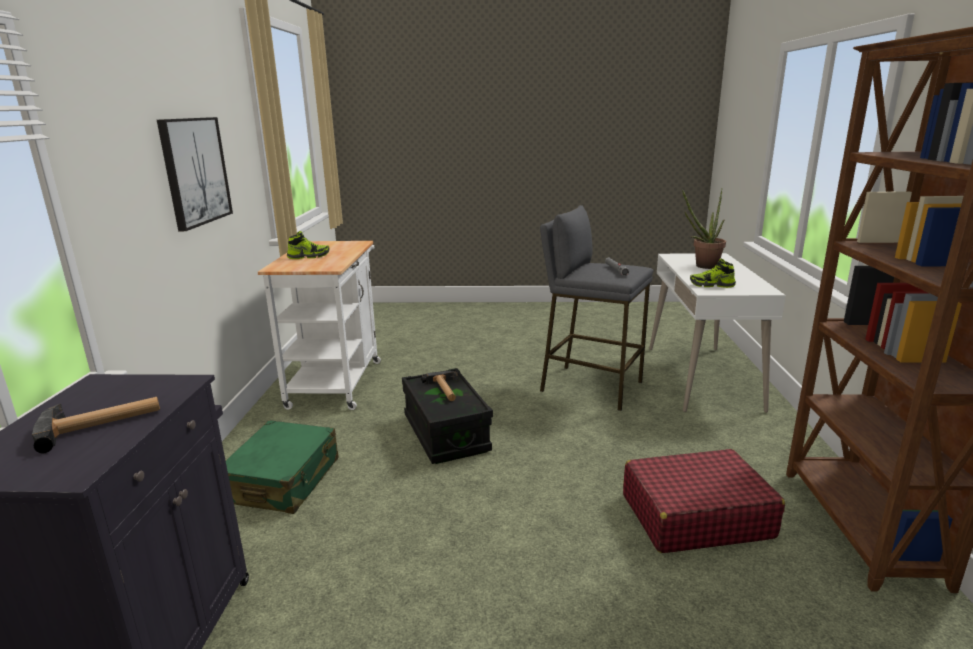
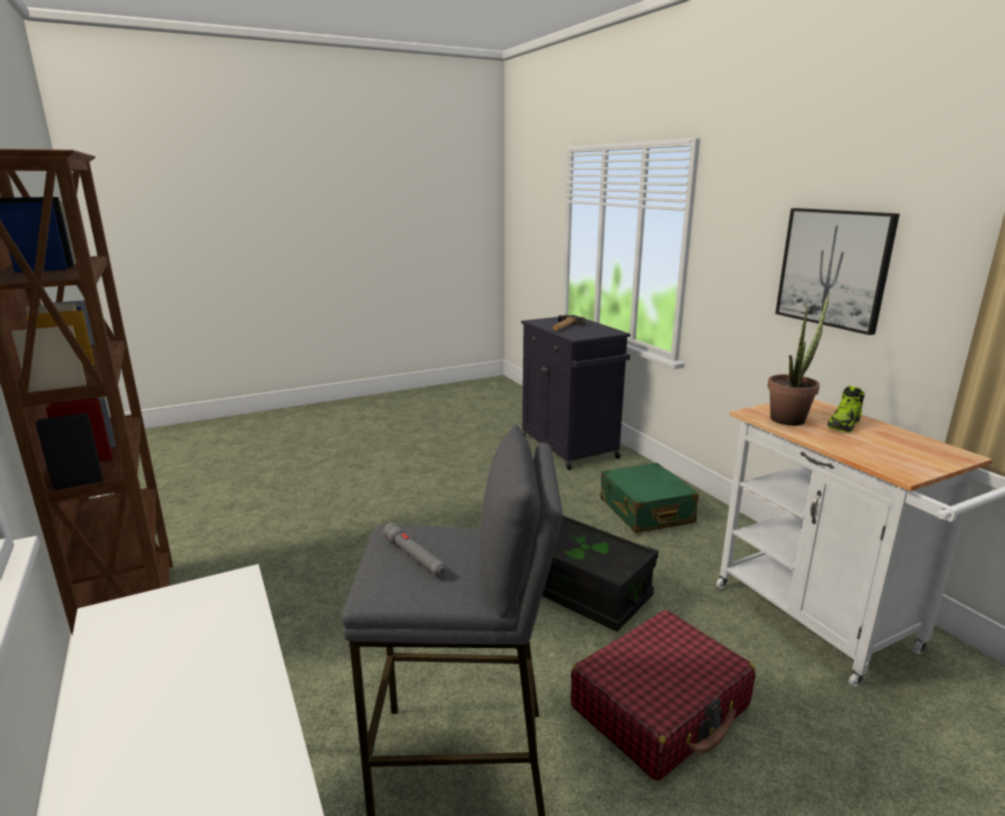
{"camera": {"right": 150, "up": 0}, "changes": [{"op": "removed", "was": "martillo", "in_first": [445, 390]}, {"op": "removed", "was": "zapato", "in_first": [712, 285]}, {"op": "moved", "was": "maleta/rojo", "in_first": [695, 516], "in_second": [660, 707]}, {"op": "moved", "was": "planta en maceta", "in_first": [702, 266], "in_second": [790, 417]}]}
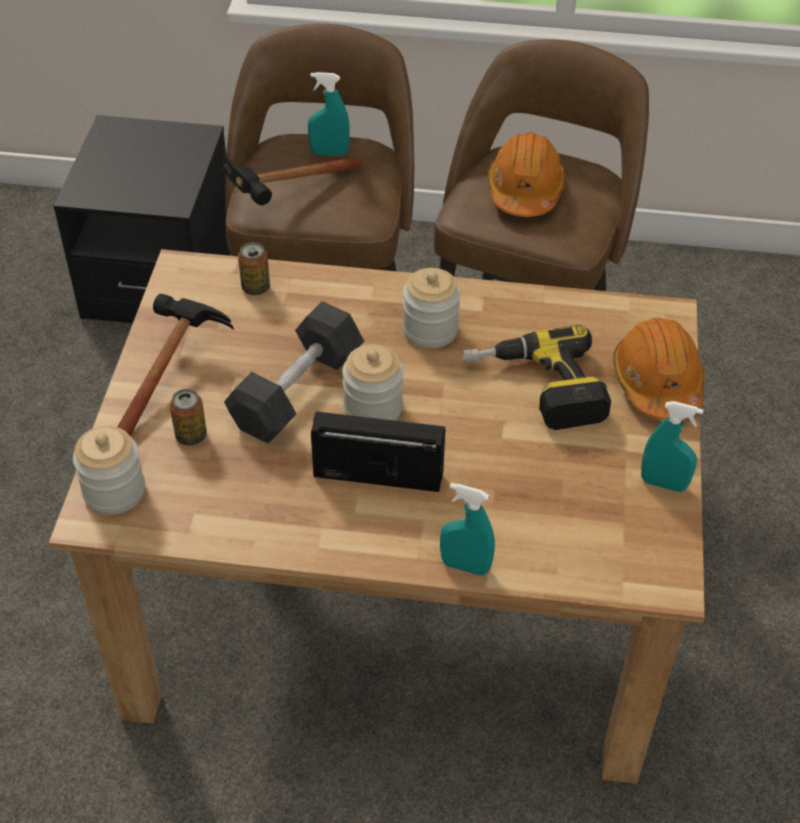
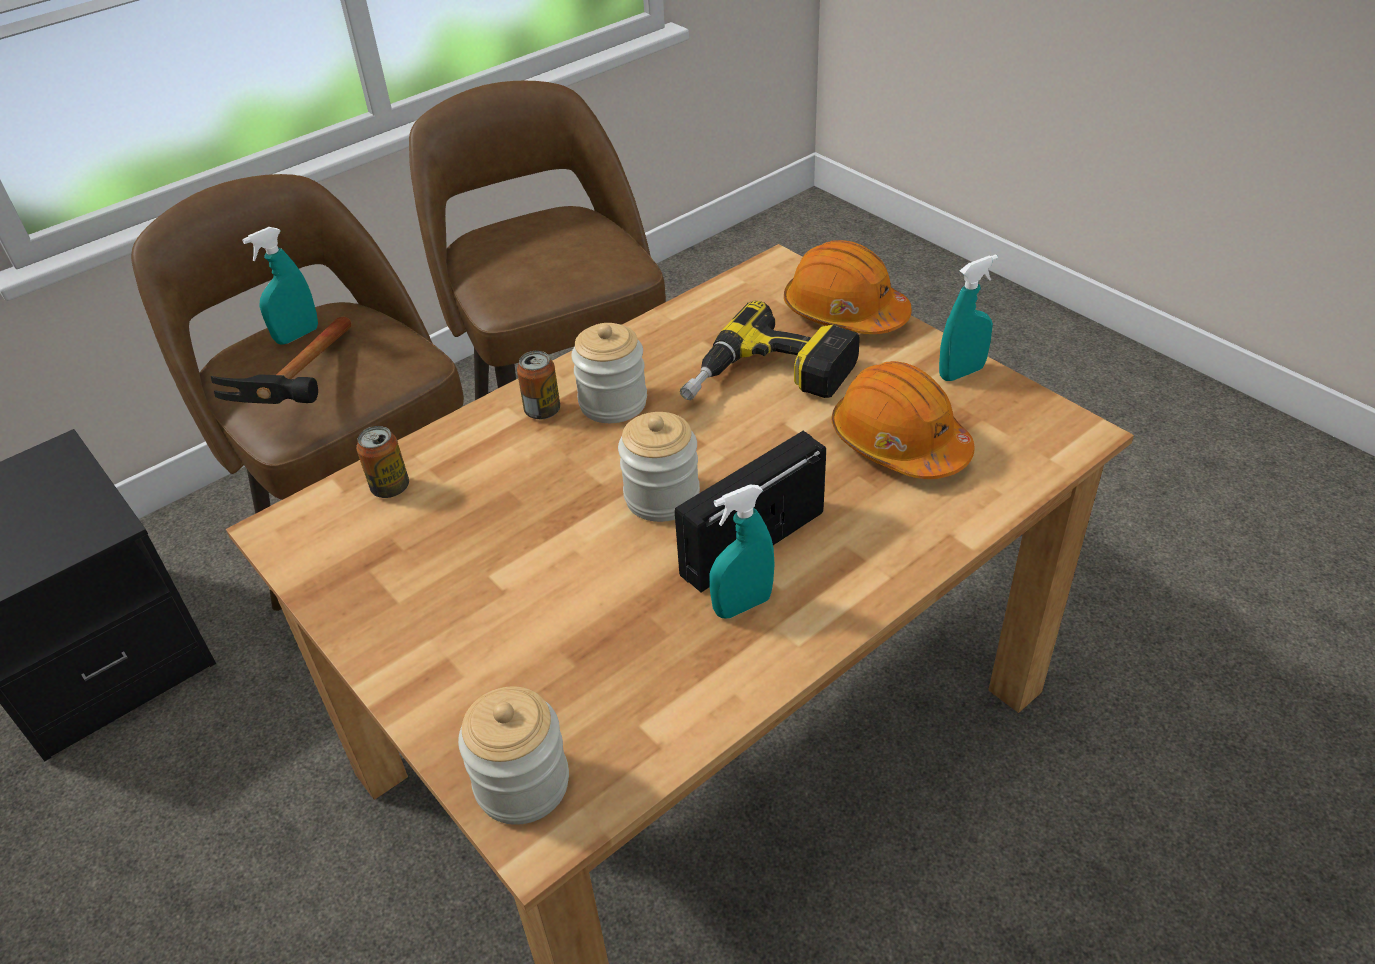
{"camera": {"right": -45, "up": -5}, "changes": [{"op": "removed", "was": "martillo", "in_first": [172, 375]}, {"op": "removed", "was": "mancuerna/negro", "in_first": [297, 391]}, {"op": "moved", "was": "lata", "in_first": [191, 436], "in_second": [542, 411]}, {"op": "moved", "was": "pulverizador/turquesa", "in_first": [465, 566], "in_second": [742, 605]}, {"op": "moved", "was": "casco/naranja", "in_first": [525, 190], "in_second": [898, 443]}]}
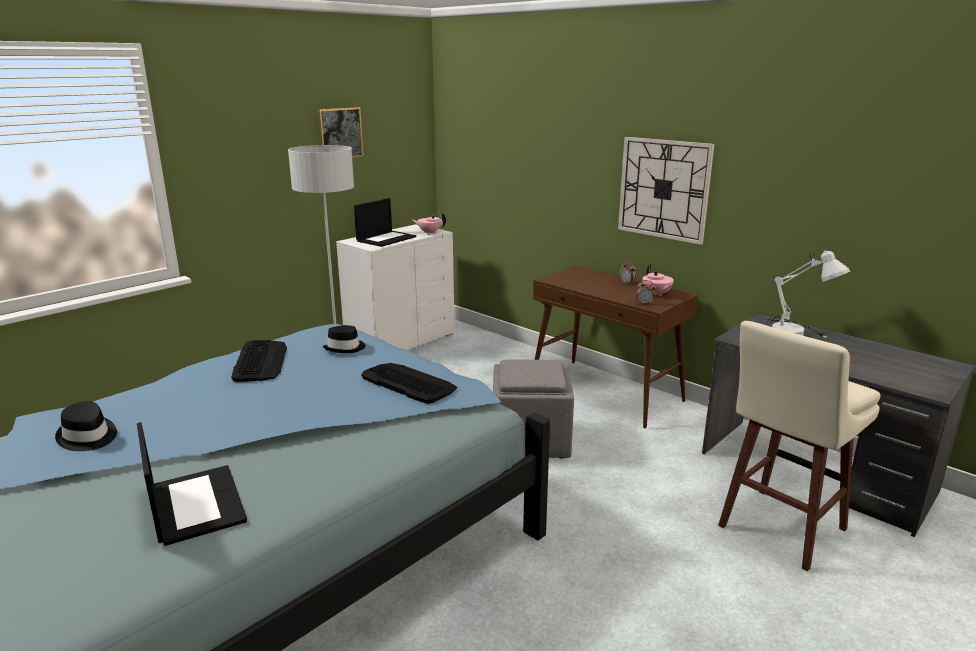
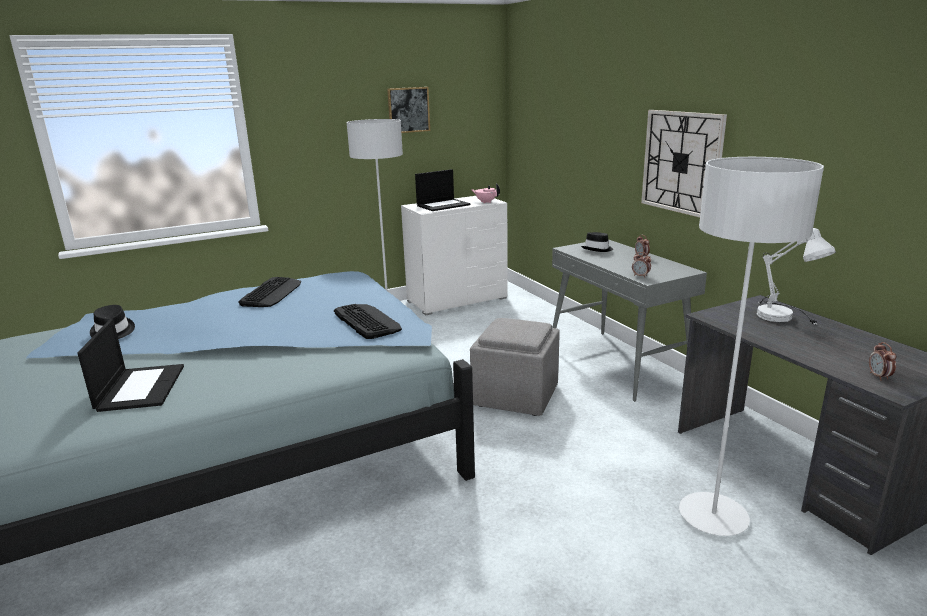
{"camera": {"right": 20, "up": 0}, "changes": [{"op": "removed", "was": "tetera/rosa", "in_first": [656, 294]}, {"op": "added", "now": "despertador", "in_second": [879, 377]}, {"op": "moved", "was": "sombrero/negro", "in_first": [345, 348], "in_second": [598, 249]}, {"op": "replaced", "was": "taburete/beis", "now": "lámpara de pie/gris", "in_first": [779, 529], "in_second": [713, 516]}, {"op": "recoloured", "was": "mesa consola/marrón", "now": "mesa consola/gris", "in_first": [606, 392], "in_second": [617, 364]}]}
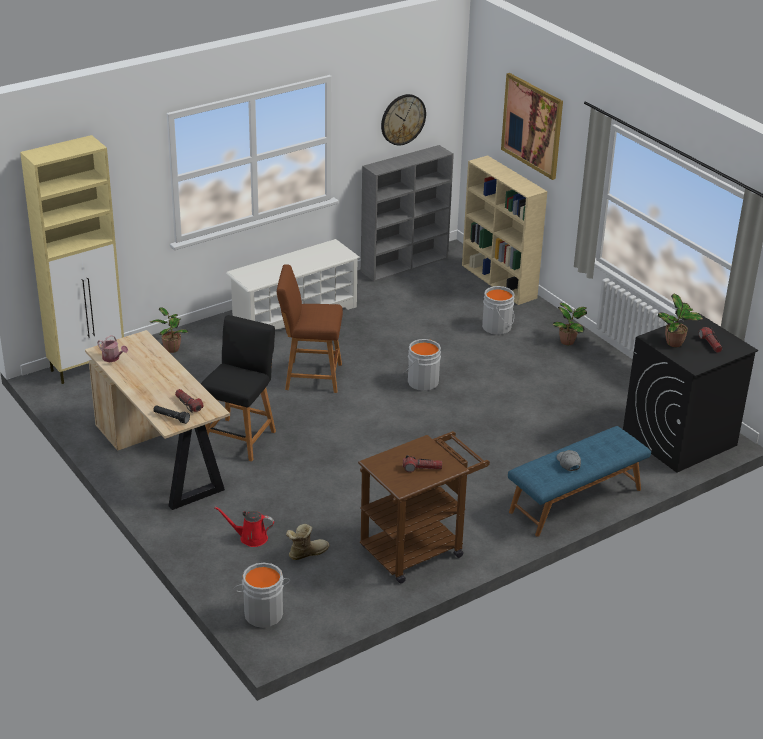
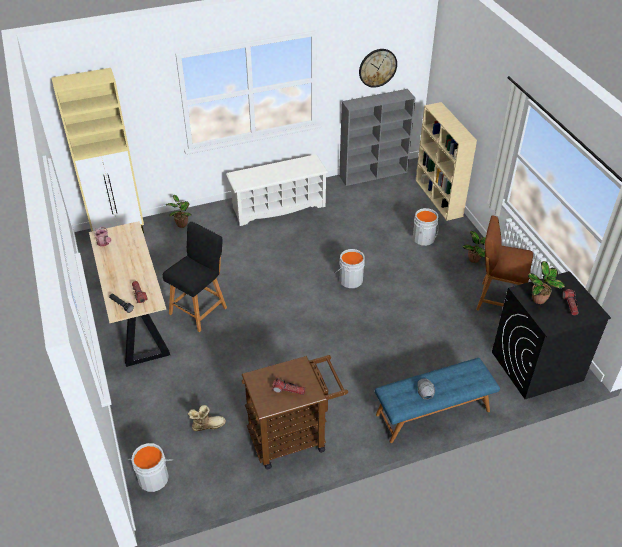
{"camera": {"right": 15, "up": 10}, "changes": [{"op": "removed", "was": "regadera/rojo", "in_first": [250, 538]}, {"op": "removed", "was": "cuadro", "in_first": [532, 125]}, {"op": "moved", "was": "taburete/marrón", "in_first": [310, 376], "in_second": [496, 299]}]}
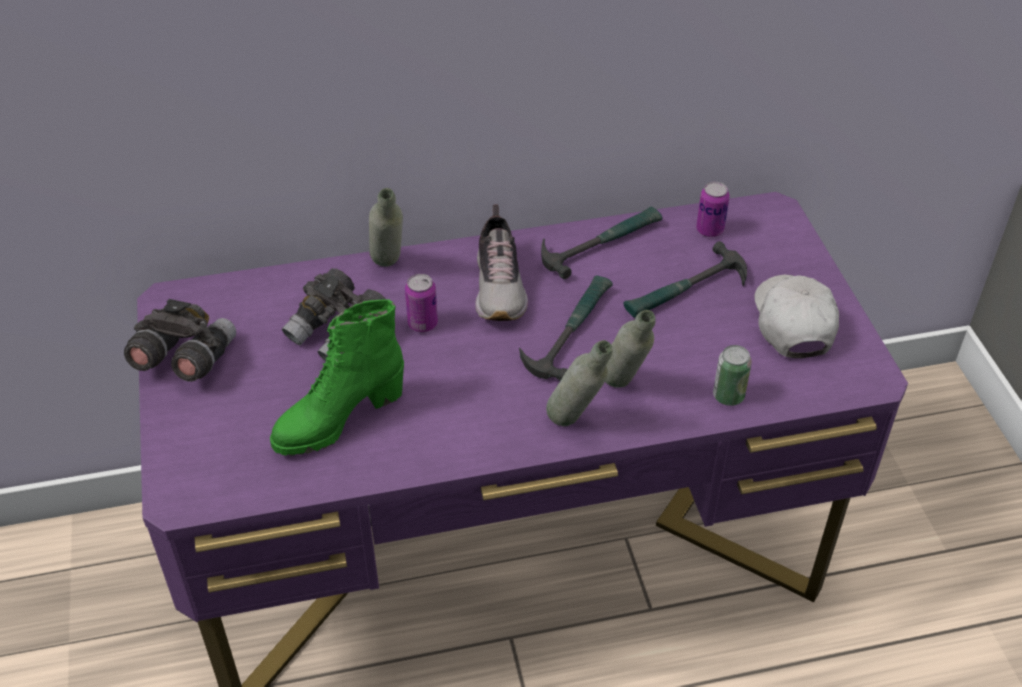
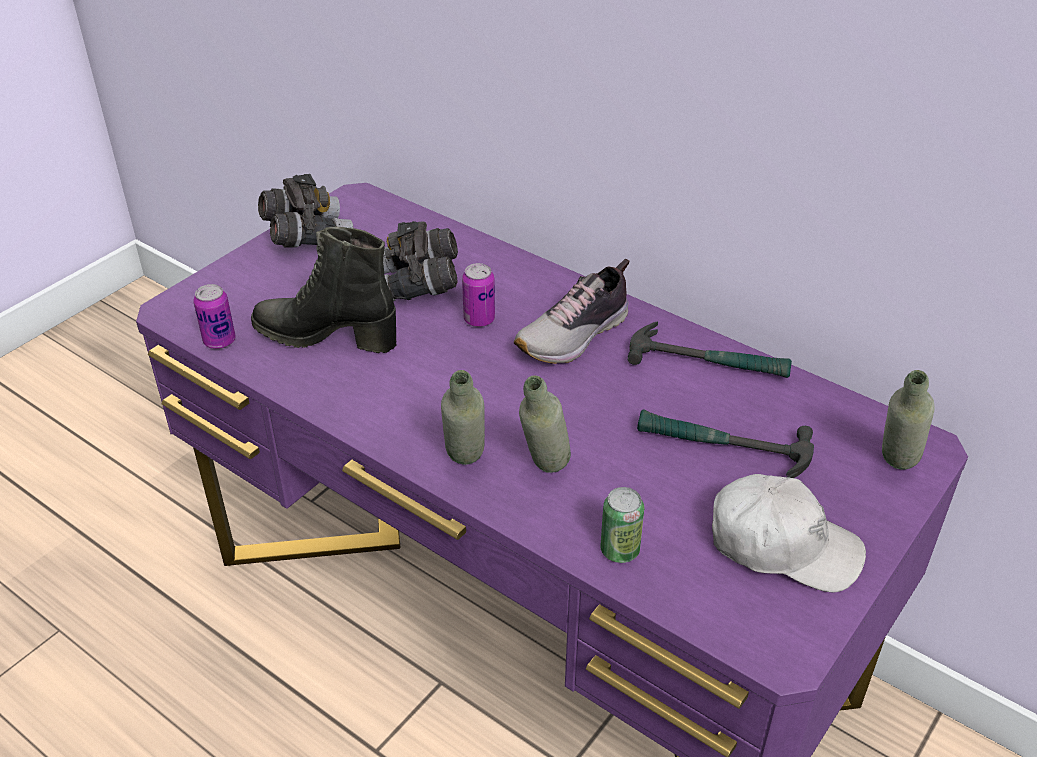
{"camera": {"right": 50, "up": -5}, "changes": [{"op": "removed", "was": "martillo", "in_first": [569, 331]}, {"op": "moved", "was": "botella/gris", "in_first": [389, 268], "in_second": [893, 471]}, {"op": "moved", "was": "lata", "in_first": [709, 230], "in_second": [219, 341]}, {"op": "recoloured", "was": "bota/verde", "now": "bota/negro", "in_first": [338, 419], "in_second": [326, 336]}, {"op": "turned", "was": "gorra/blanco", "in_first": [793, 323], "in_second": [782, 546], "clockwise": 60}]}
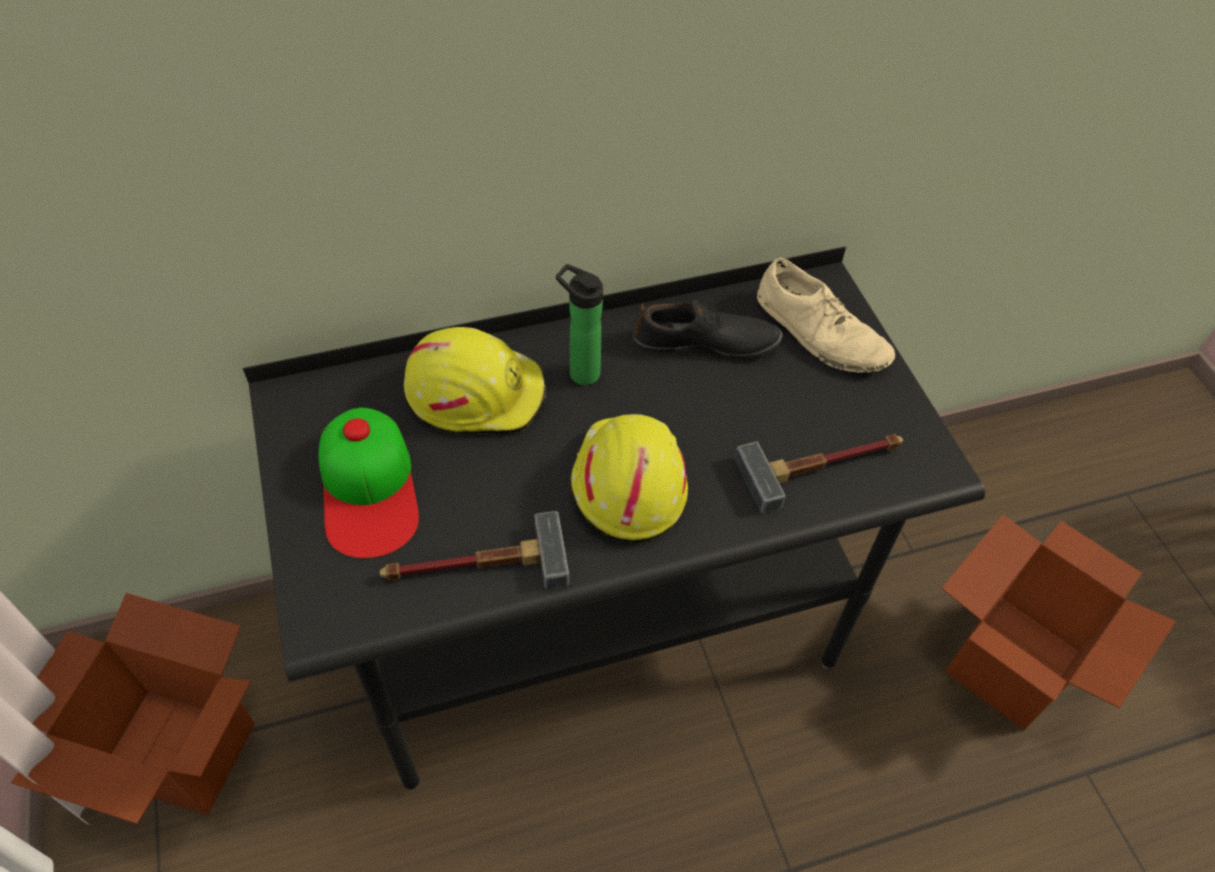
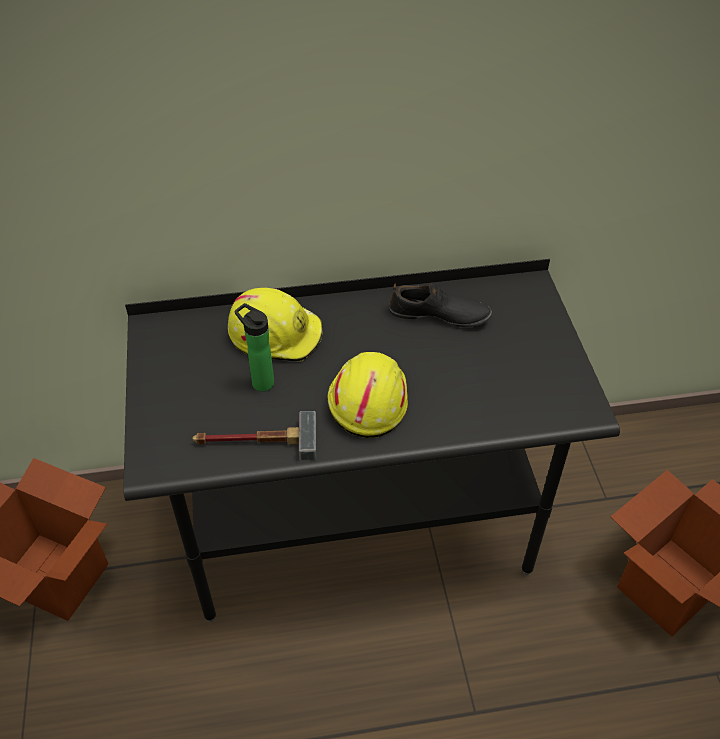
{"camera": {"right": 10, "up": -5}, "changes": [{"op": "removed", "was": "gorra", "in_first": [369, 489]}, {"op": "removed", "was": "martillo", "in_first": [824, 466]}, {"op": "removed", "was": "zapato/beis", "in_first": [820, 332]}, {"op": "moved", "was": "botella", "in_first": [580, 372], "in_second": [260, 381]}]}
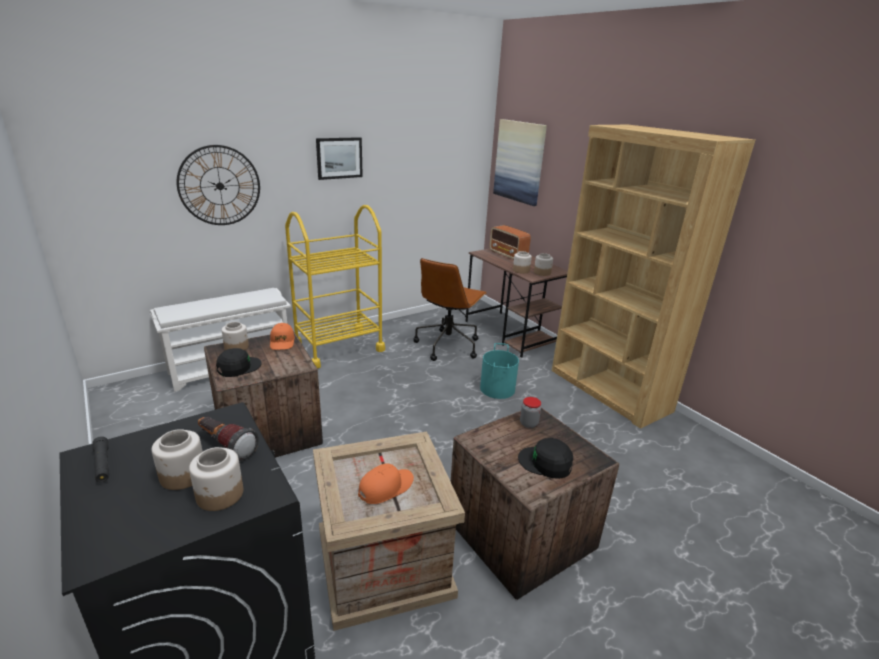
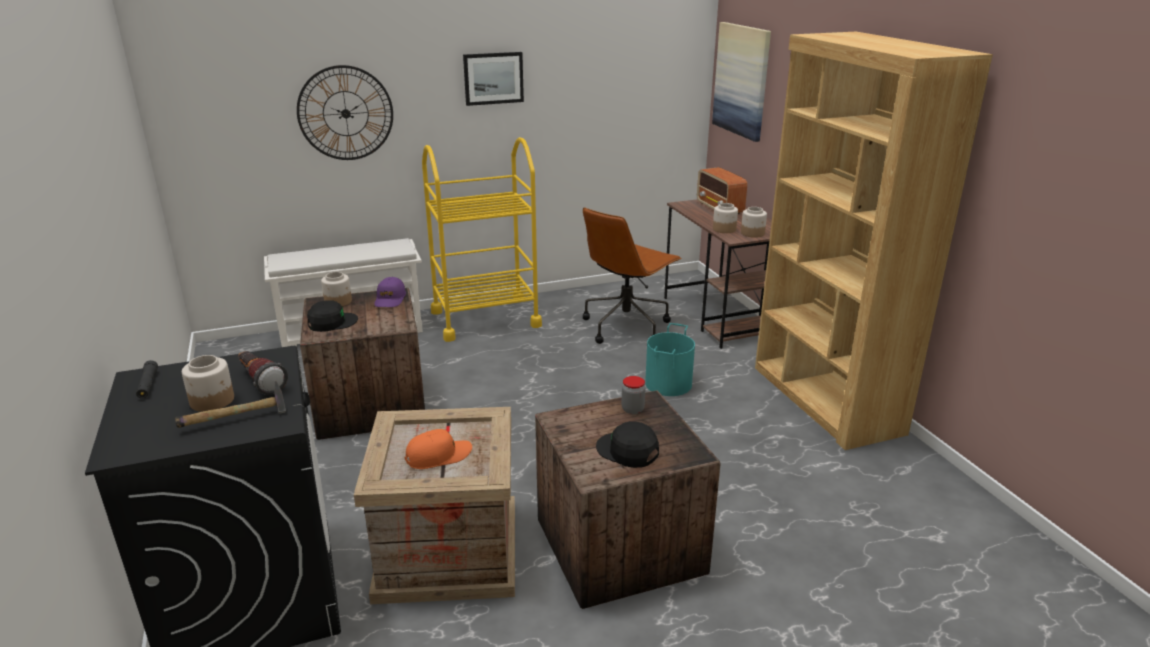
{"camera": {"right": 15, "up": 0}, "changes": [{"op": "replaced", "was": "tarro", "now": "martillo", "in_first": [220, 495], "in_second": [237, 420]}, {"op": "recoloured", "was": "gorra/naranja", "now": "gorra/morado", "in_first": [282, 342], "in_second": [390, 299]}]}
